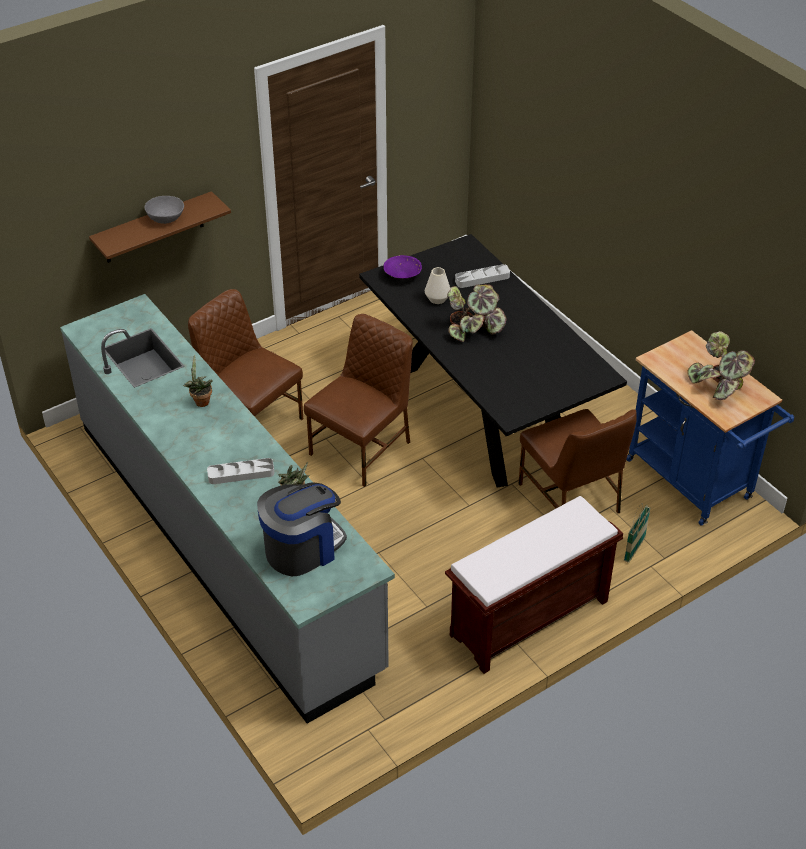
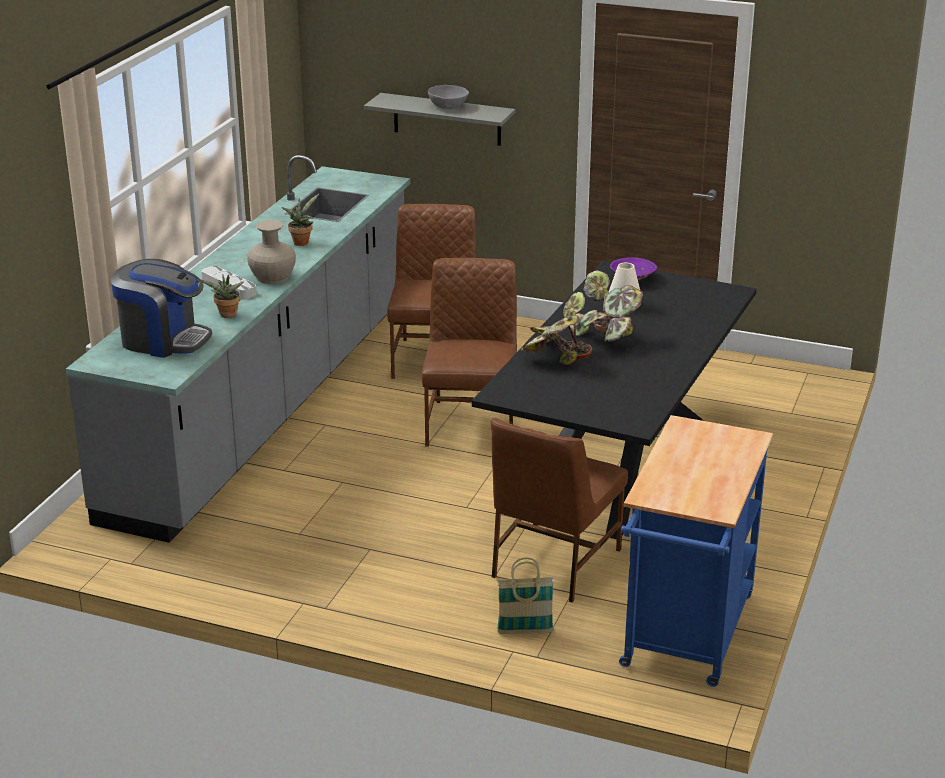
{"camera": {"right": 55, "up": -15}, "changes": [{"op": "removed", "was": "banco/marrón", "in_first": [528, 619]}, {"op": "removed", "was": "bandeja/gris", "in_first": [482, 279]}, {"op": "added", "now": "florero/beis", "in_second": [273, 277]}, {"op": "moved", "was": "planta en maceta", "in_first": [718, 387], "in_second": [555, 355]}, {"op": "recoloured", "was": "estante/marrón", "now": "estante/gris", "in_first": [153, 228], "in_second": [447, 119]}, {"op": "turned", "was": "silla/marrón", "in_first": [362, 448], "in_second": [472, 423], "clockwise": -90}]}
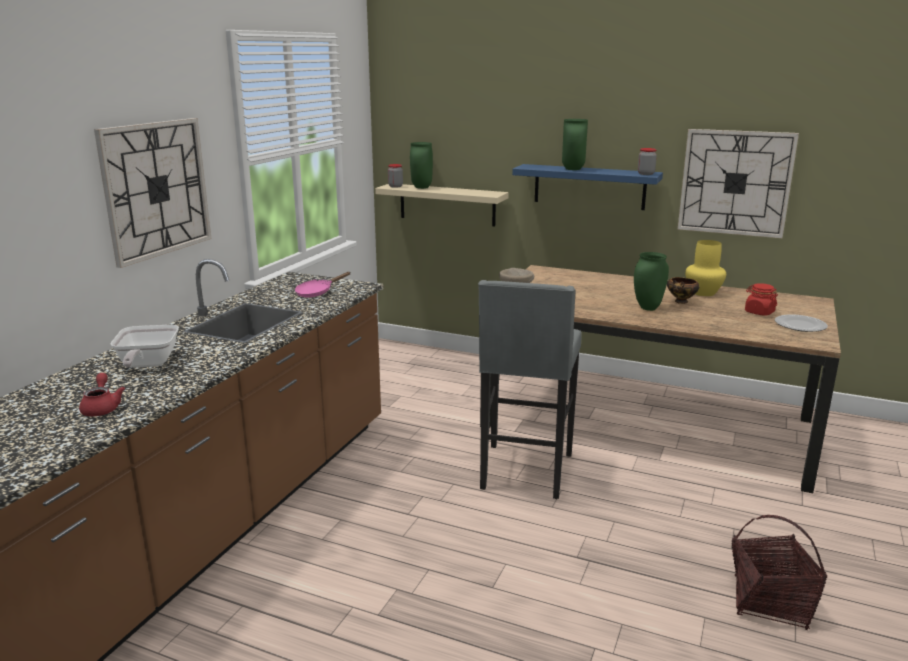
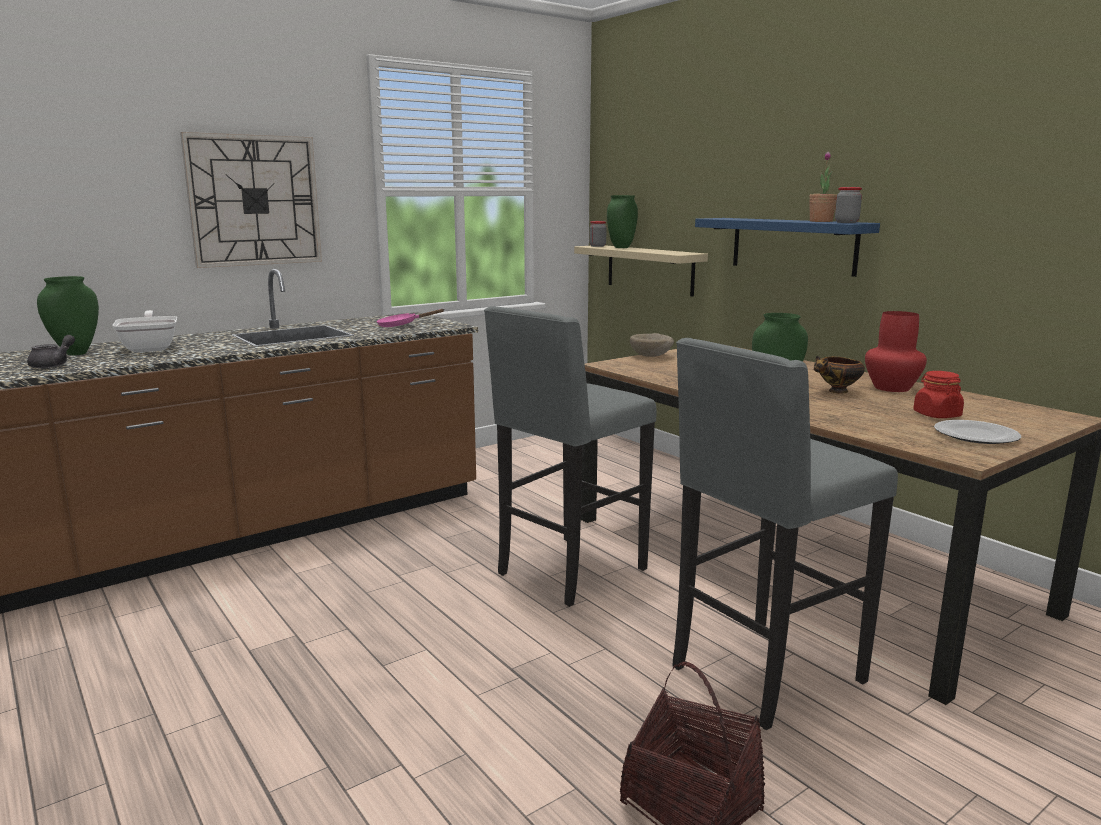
{"camera": {"right": 30, "up": -5}, "changes": [{"op": "removed", "was": "reloj de pared", "in_first": [735, 183]}, {"op": "added", "now": "taburete/gris", "in_second": [762, 675]}, {"op": "added", "now": "planta en maceta", "in_second": [821, 221]}, {"op": "moved", "was": "florero/verde", "in_first": [573, 169], "in_second": [76, 353]}, {"op": "recoloured", "was": "tetera/rojo", "now": "tetera/gris", "in_first": [102, 408], "in_second": [54, 365]}, {"op": "recoloured", "was": "florero/amarillo", "now": "florero/rojo", "in_first": [703, 293], "in_second": [891, 388]}, {"op": "turned", "was": "sartén", "in_first": [147, 365], "in_second": [151, 348], "clockwise": 135}]}
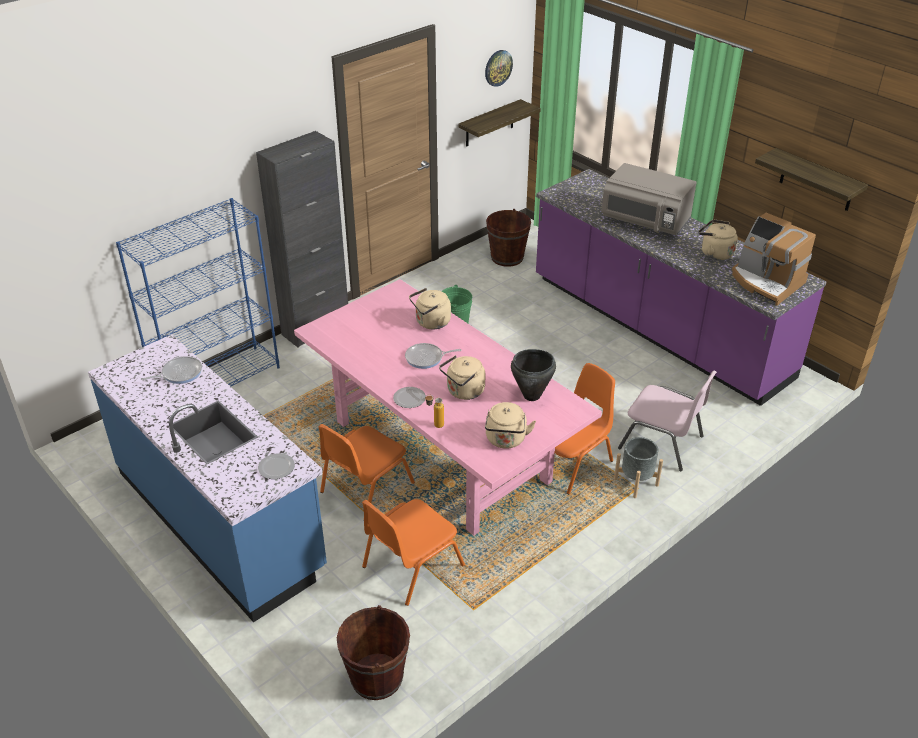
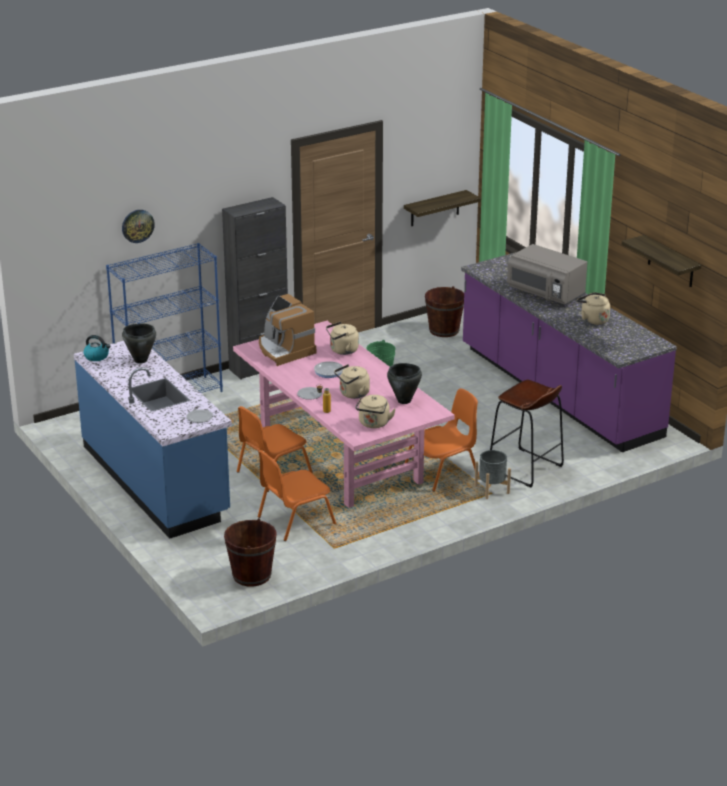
{"camera": {"right": 10, "up": -10}, "changes": [{"op": "added", "now": "hervidor", "in_second": [97, 356]}, {"op": "moved", "was": "reloj de pared", "in_first": [498, 68], "in_second": [137, 226]}, {"op": "moved", "was": "cafetera", "in_first": [766, 282], "in_second": [284, 350]}, {"op": "replaced", "was": "sartén", "now": "olla/negro", "in_first": [179, 373], "in_second": [140, 360]}, {"op": "replaced", "was": "silla/rosa", "now": "taburete/marrón", "in_first": [662, 442], "in_second": [525, 468]}]}
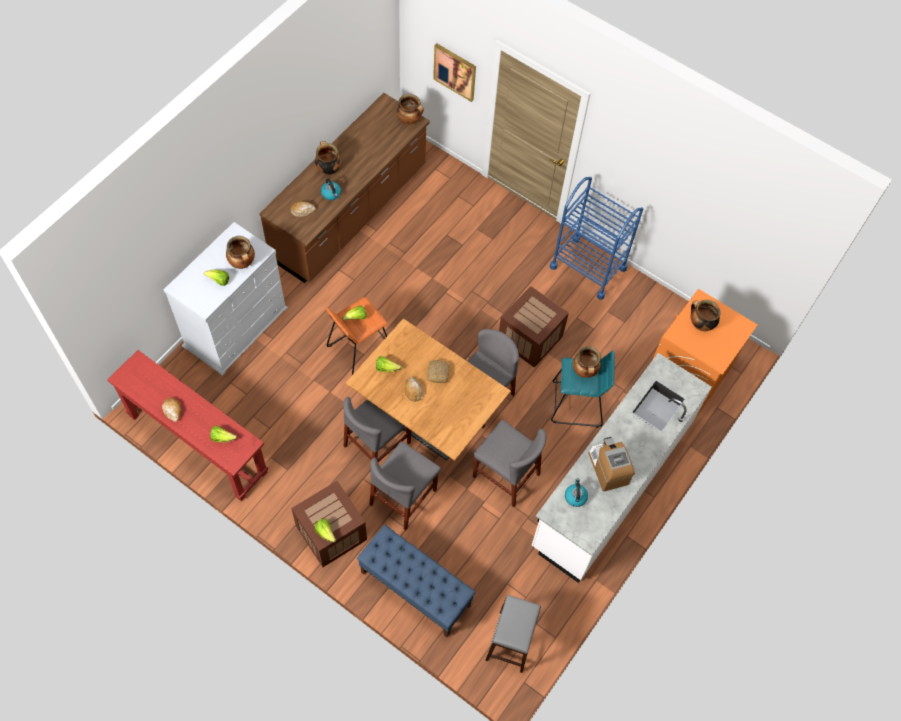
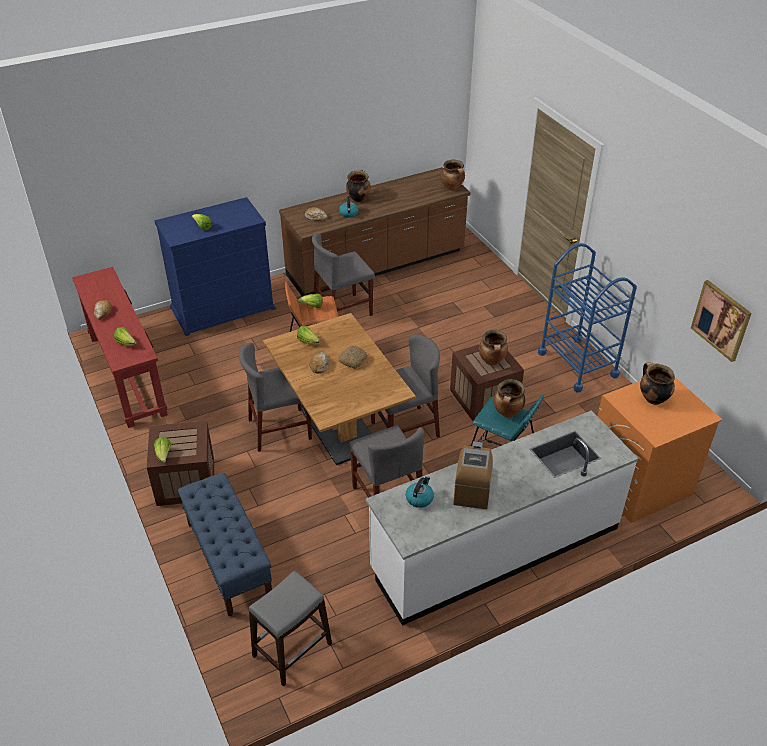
{"camera": {"right": 30, "up": -20}, "changes": [{"op": "moved", "was": "olla", "in_first": [243, 263], "in_second": [492, 361]}, {"op": "moved", "was": "silla/gris", "in_first": [403, 497], "in_second": [343, 311]}, {"op": "moved", "was": "cuadro", "in_first": [455, 71], "in_second": [721, 320]}, {"op": "recoloured", "was": "cómoda/blanco", "now": "cómoda/azul", "in_first": [236, 326], "in_second": [223, 308]}]}
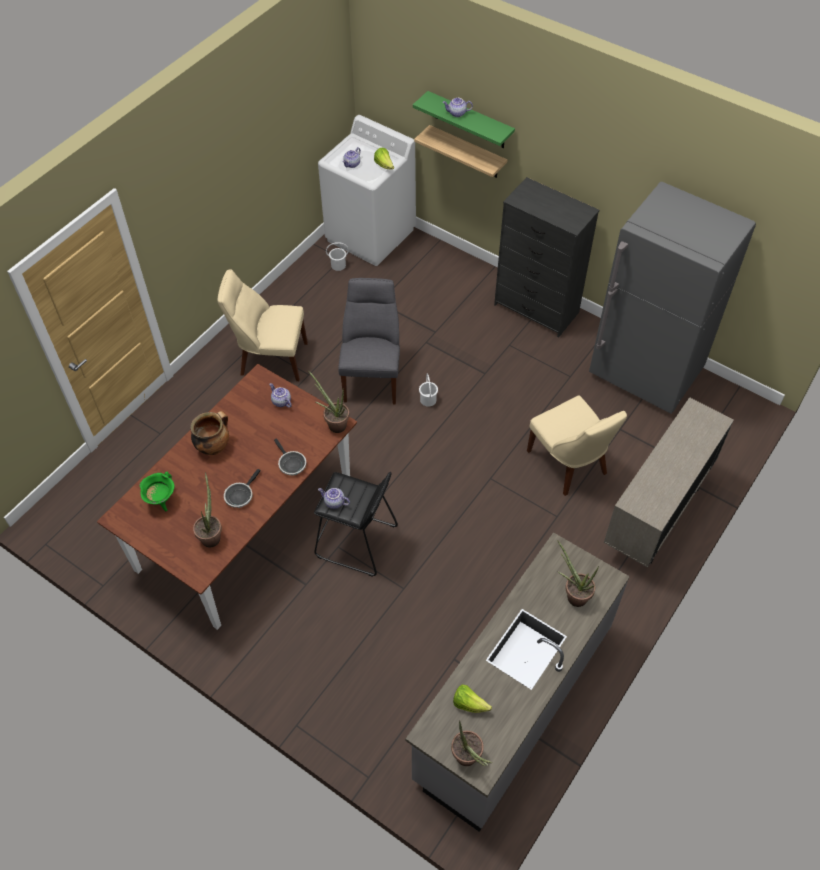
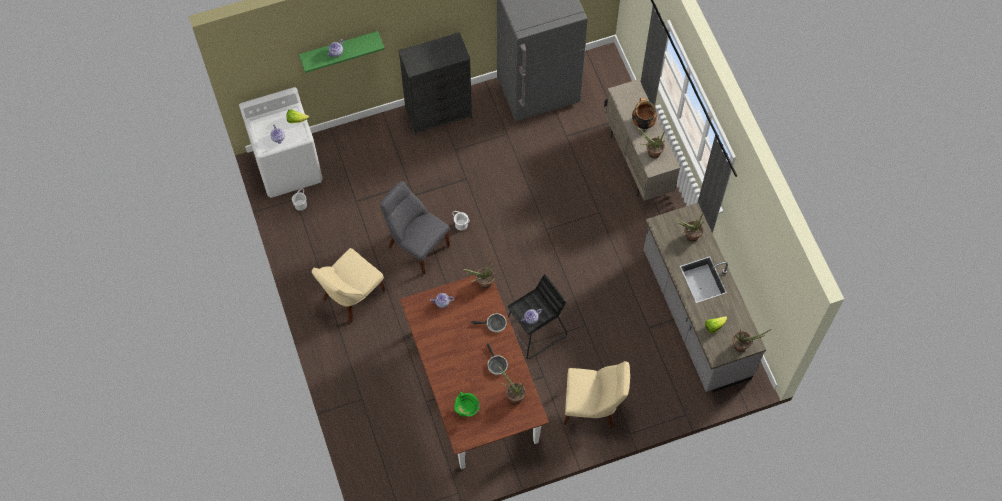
{"camera": {"right": -55, "up": 10}, "changes": [{"op": "removed", "was": "estante", "in_first": [467, 152]}, {"op": "added", "now": "planta en maceta", "in_second": [651, 152]}, {"op": "moved", "was": "olla", "in_first": [213, 446], "in_second": [642, 122]}, {"op": "moved", "was": "silla/beis", "in_first": [569, 464], "in_second": [593, 407]}]}
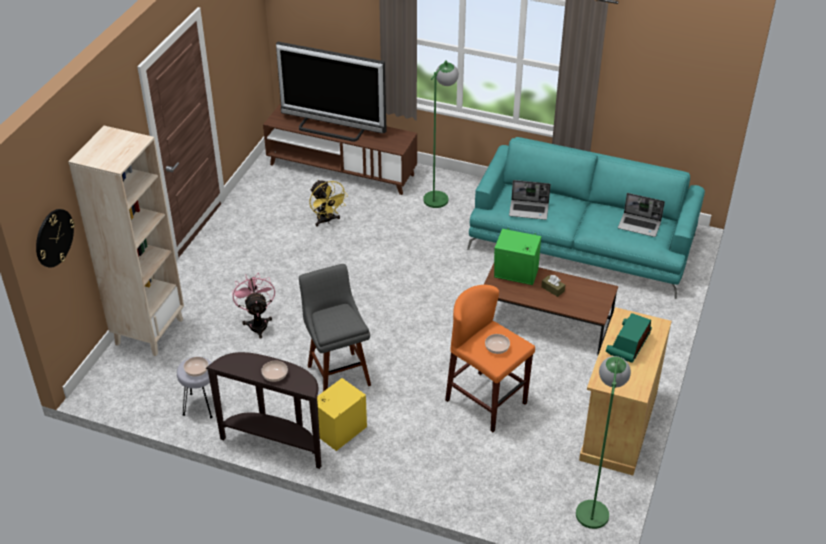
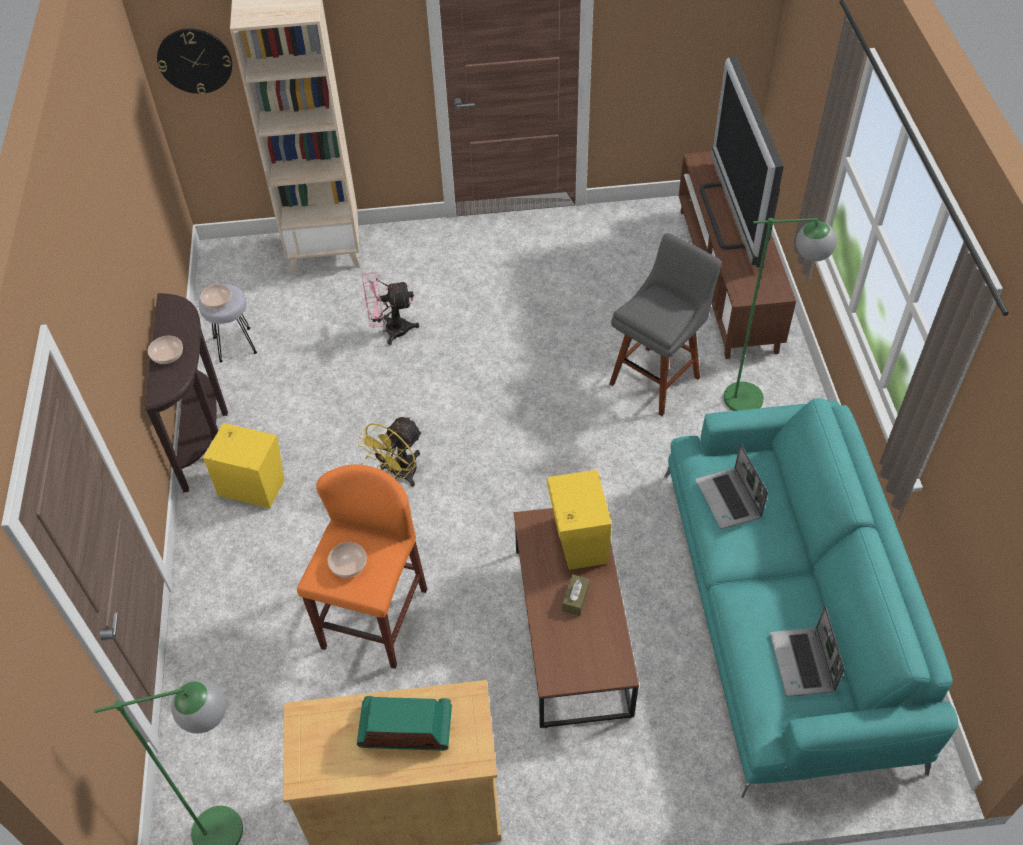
{"camera": {"right": 65, "up": 10}, "changes": [{"op": "moved", "was": "taburete/gris", "in_first": [337, 373], "in_second": [657, 378]}, {"op": "moved", "was": "ventilador/amarillo", "in_first": [327, 221], "in_second": [399, 474]}, {"op": "recoloured", "was": "altavoz/verde", "now": "altavoz/amarillo", "in_first": [516, 275], "in_second": [578, 541]}, {"op": "turned", "was": "ventilador/rosa", "in_first": [257, 323], "in_second": [390, 330], "clockwise": -150}]}
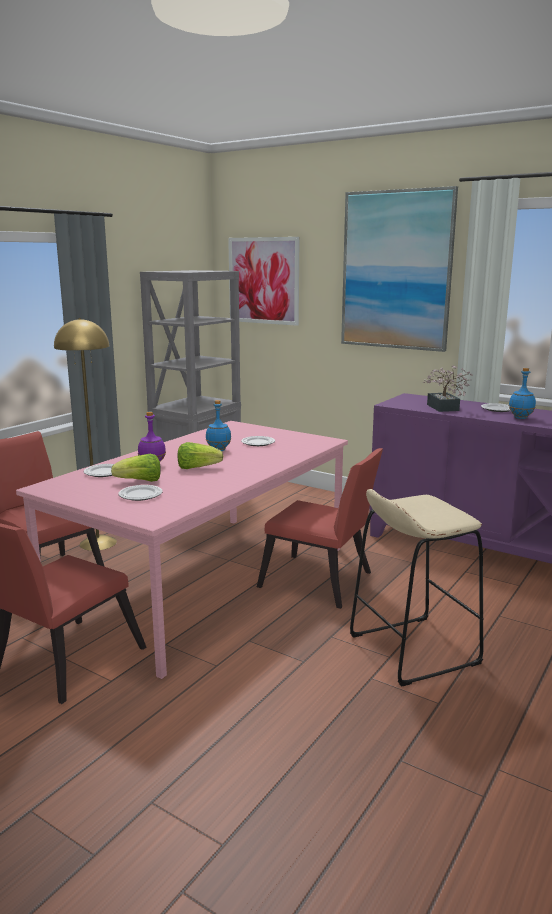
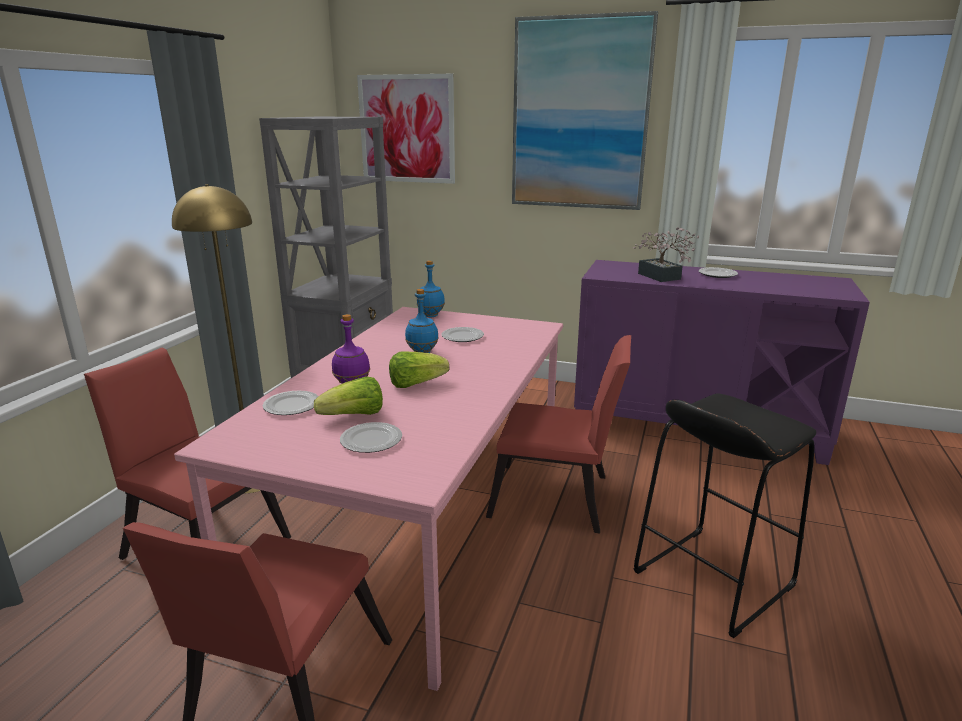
{"camera": {"right": -15, "up": 5}, "changes": [{"op": "moved", "was": "botella/azul", "in_first": [520, 418], "in_second": [431, 315]}, {"op": "recoloured", "was": "taburete/beis", "now": "taburete/negro", "in_first": [413, 649], "in_second": [712, 579]}]}
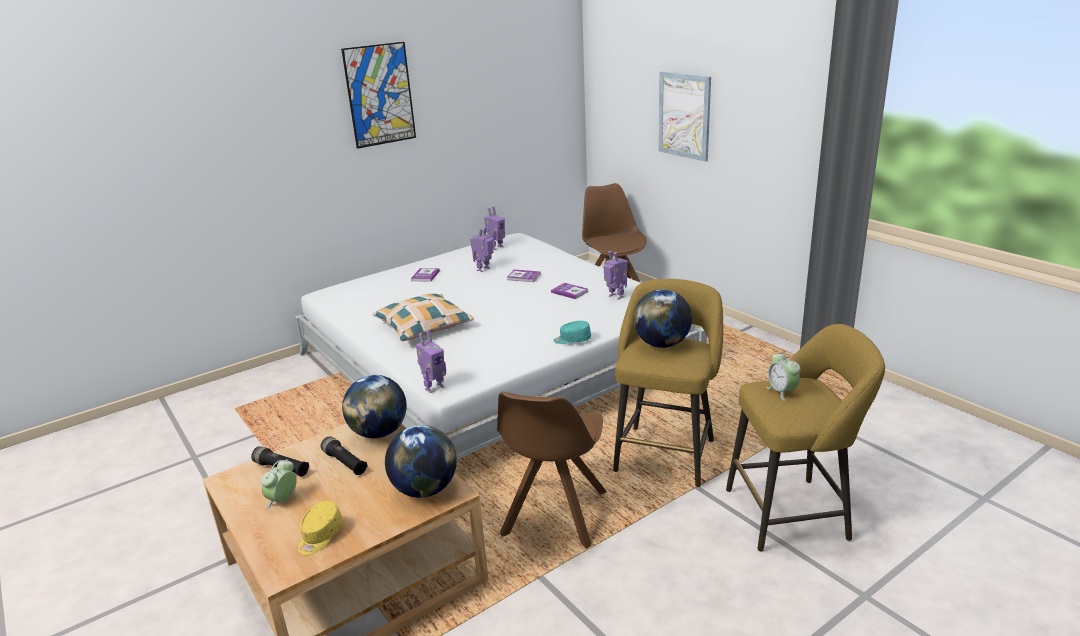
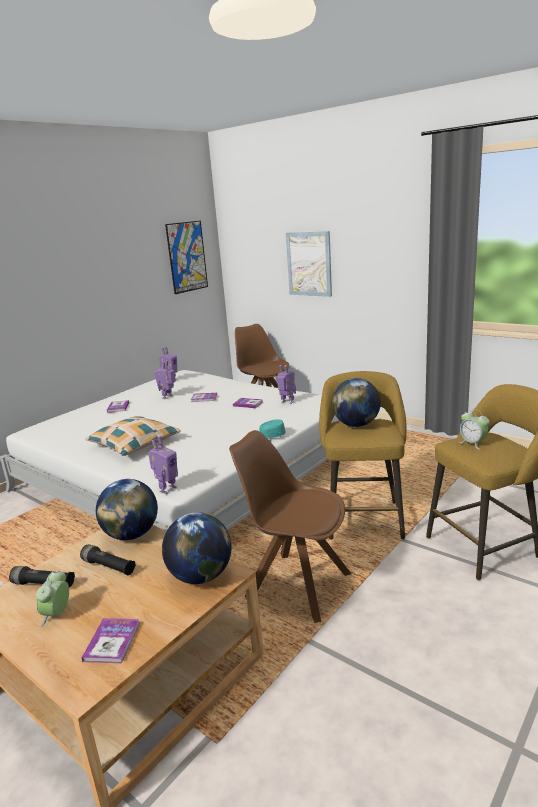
{"camera": {"right": -15, "up": -5}, "changes": [{"op": "moved", "was": "cuadro", "in_first": [380, 95], "in_second": [187, 257]}, {"op": "replaced", "was": "gorra/amarillo", "now": "libro", "in_first": [320, 536], "in_second": [112, 641]}, {"op": "turned", "was": "silla/marrón", "in_first": [553, 515], "in_second": [296, 585], "clockwise": 120}]}
